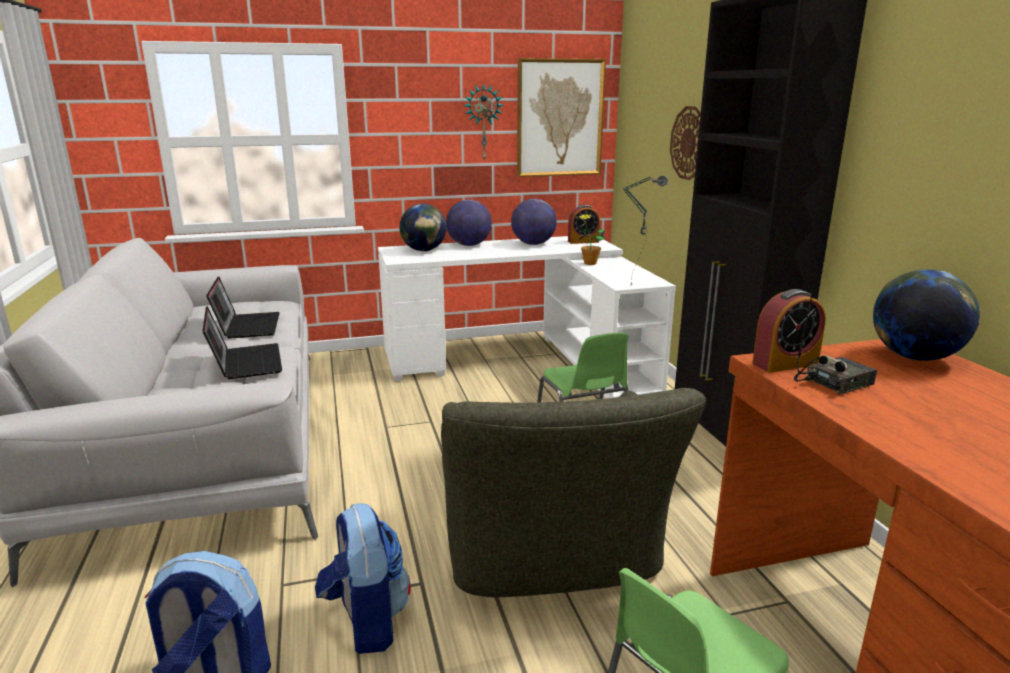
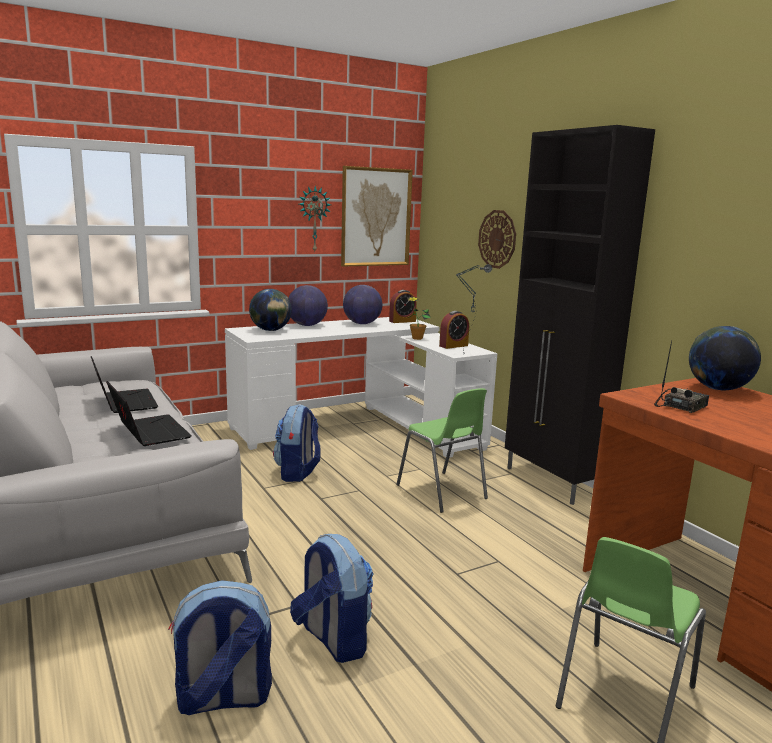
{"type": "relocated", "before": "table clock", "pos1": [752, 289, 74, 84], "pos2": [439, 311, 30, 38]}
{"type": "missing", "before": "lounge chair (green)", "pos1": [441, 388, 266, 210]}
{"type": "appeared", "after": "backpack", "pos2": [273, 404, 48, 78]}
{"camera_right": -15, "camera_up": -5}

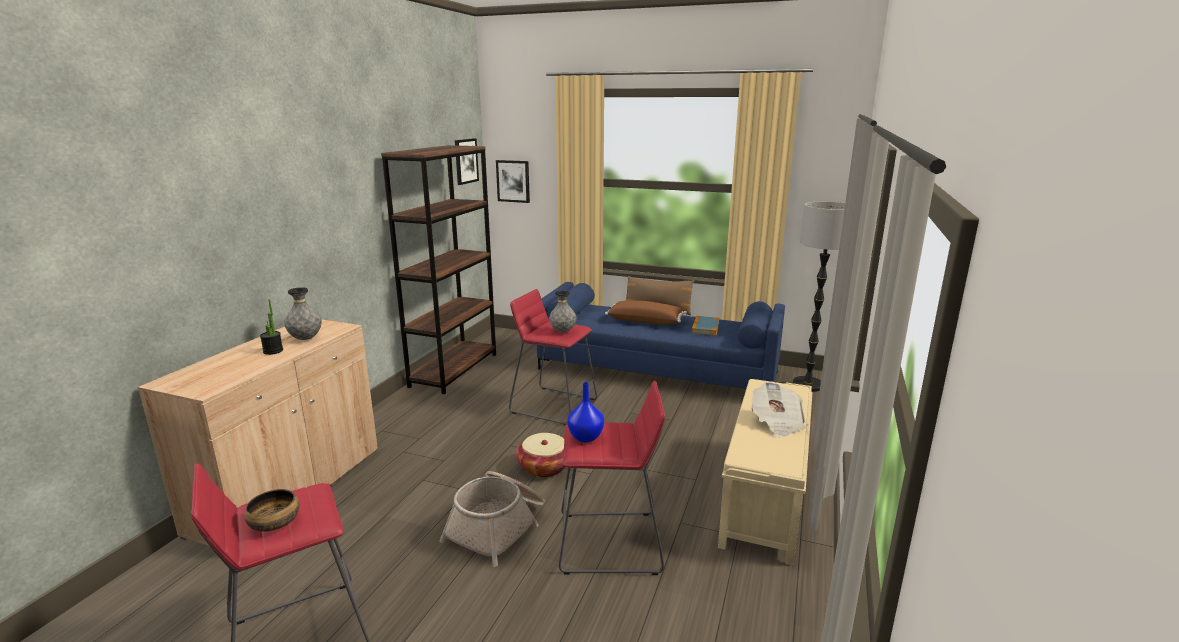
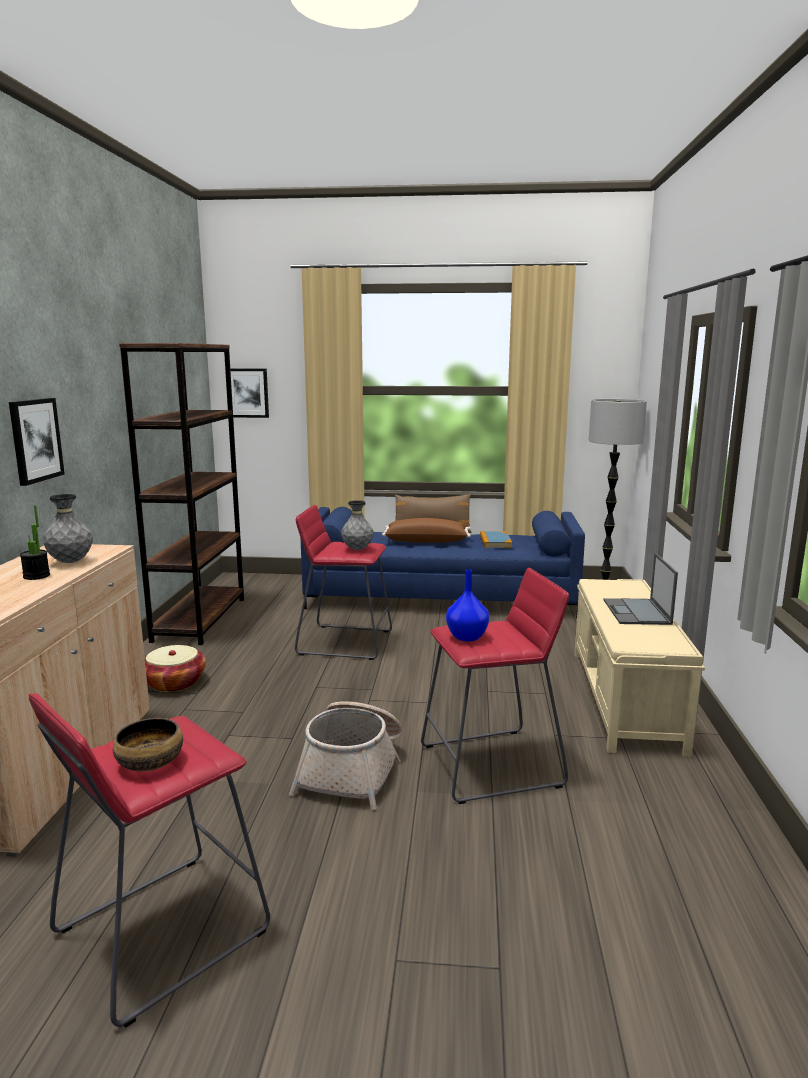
{"type": "relocated", "before": "wall art", "pos1": [455, 138, 24, 47], "pos2": [9, 398, 56, 88]}
{"type": "exchanged", "before": "daily paper", "after": "laptop", "pos1": [751, 382, 55, 56], "pos2": [604, 553, 74, 72]}
{"type": "relocated", "before": "household basket", "pos1": [516, 433, 49, 45], "pos2": [145, 645, 61, 47]}
{"camera_right": -15, "camera_up": -5}

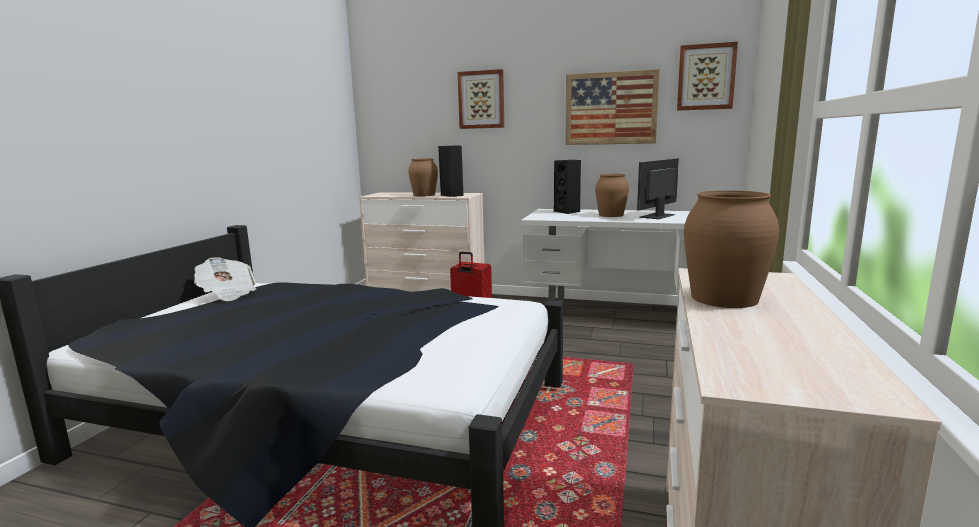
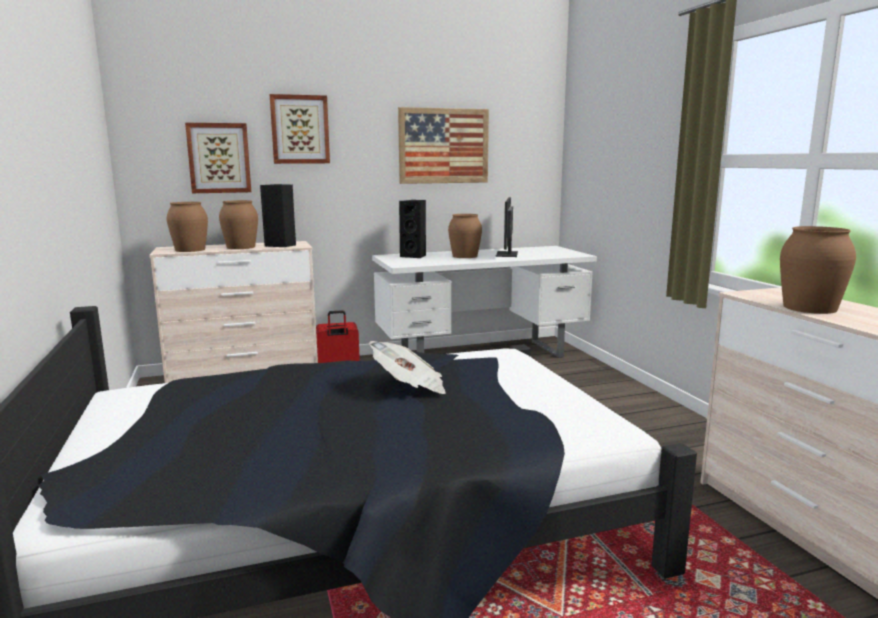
{"type": "relocated", "before": "wall art", "pos1": [677, 42, 61, 69], "pos2": [185, 123, 66, 70]}
{"type": "relocated", "before": "daily paper", "pos1": [194, 257, 62, 44], "pos2": [369, 341, 77, 53]}
{"type": "appeared", "after": "decorative vase (brown)", "pos2": [167, 202, 41, 50]}
{"camera_right": -35, "camera_up": 0}

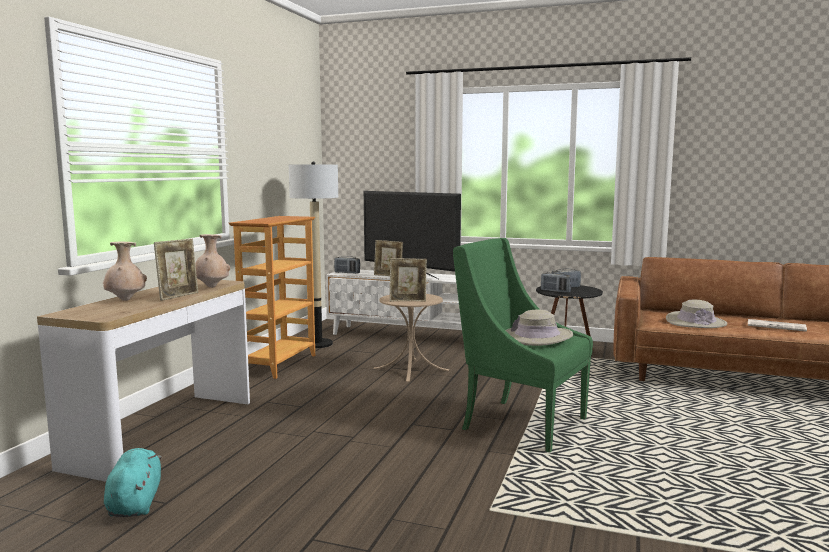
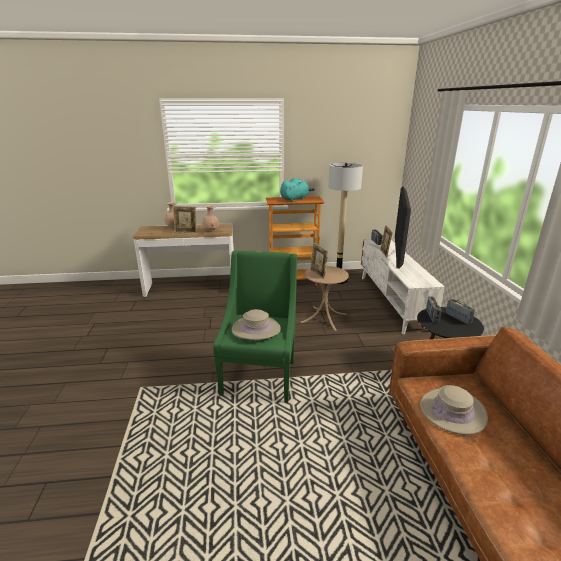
{"type": "missing", "before": "daily paper", "pos1": [748, 319, 59, 13]}
{"type": "relocated", "before": "cuddly toy (blue-green)", "pos1": [104, 448, 58, 69], "pos2": [280, 178, 35, 23]}
{"camera_right": 65, "camera_up": 15}

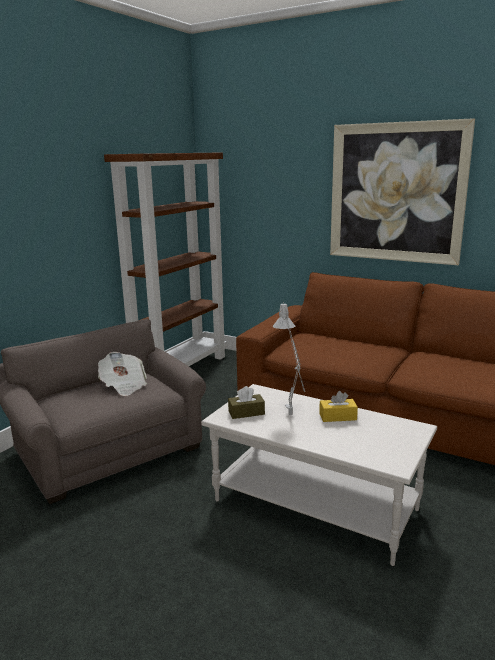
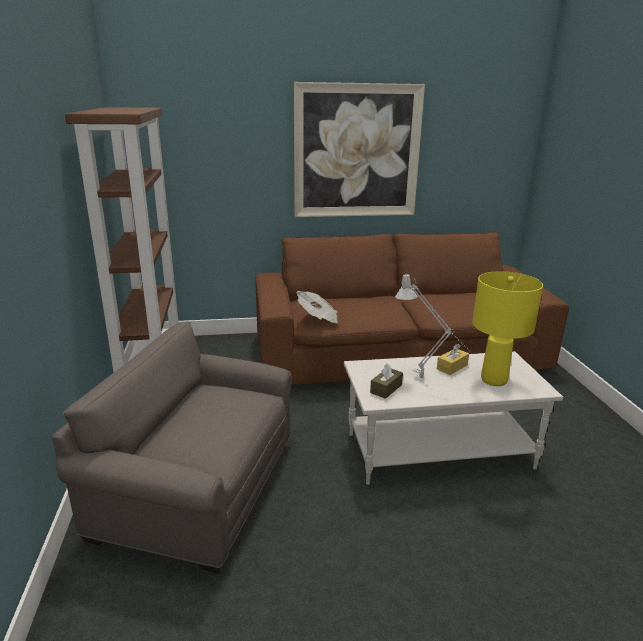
{"type": "relocated", "before": "daily paper", "pos1": [98, 352, 49, 44], "pos2": [296, 291, 42, 33]}
{"type": "appeared", "after": "tabletop lamp (yellow-coloured)", "pos2": [472, 271, 71, 115]}
{"camera_right": -40, "camera_up": 5}

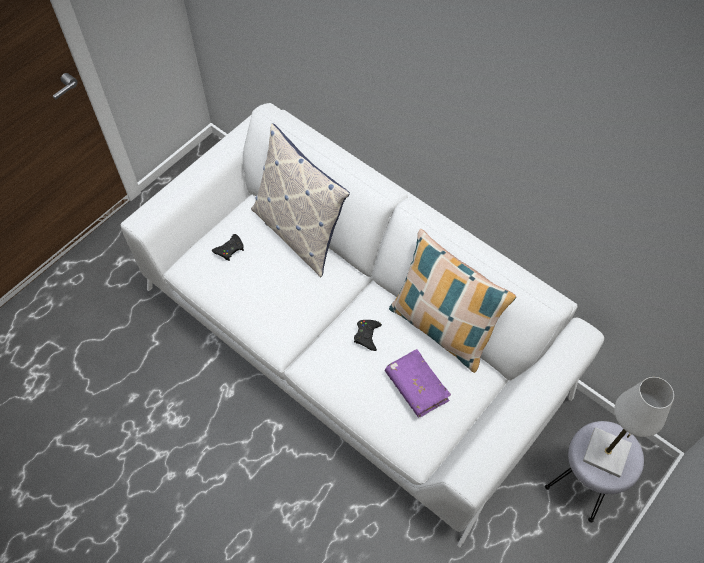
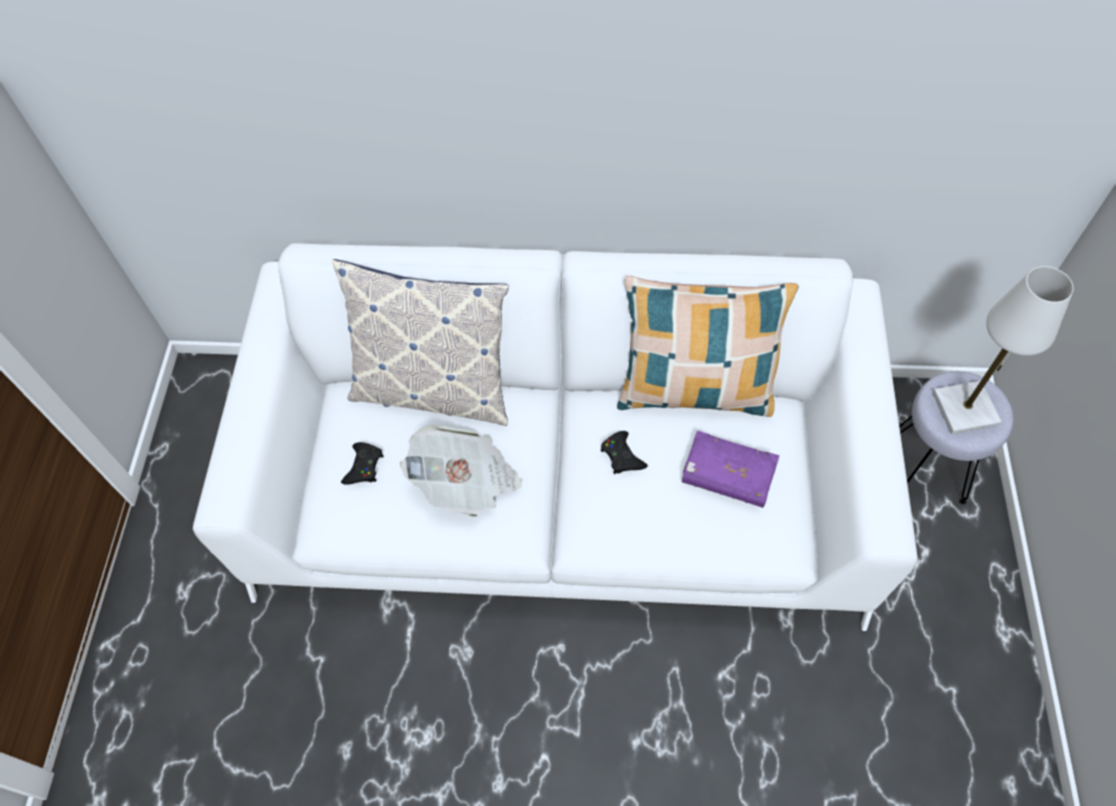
{"type": "appeared", "after": "daily paper", "pos2": [400, 425, 122, 92]}
{"camera_right": -35, "camera_up": 0}

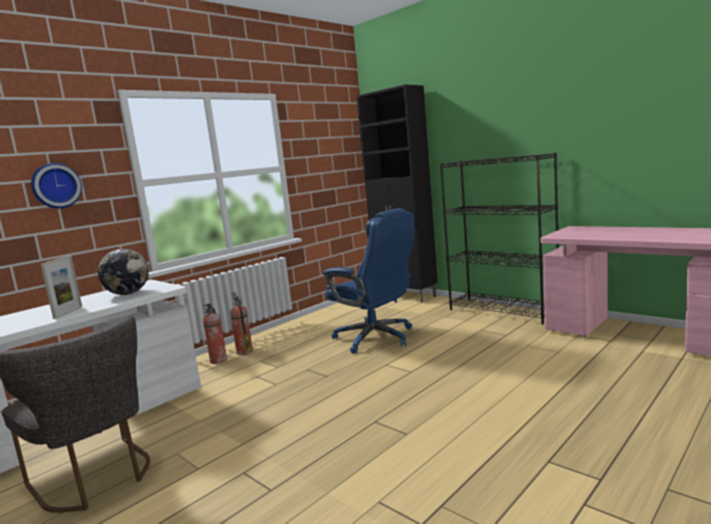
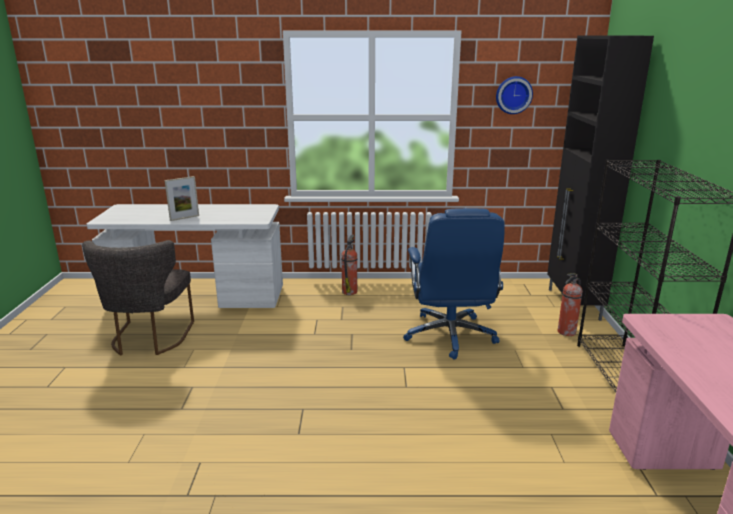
{"type": "relocated", "before": "wall clock", "pos1": [31, 163, 51, 45], "pos2": [496, 76, 37, 38]}
{"type": "missing", "before": "world globe", "pos1": [98, 249, 51, 46]}
{"type": "relocated", "before": "fire extinguisher", "pos1": [203, 303, 24, 61], "pos2": [558, 273, 25, 63]}
{"camera_right": 45, "camera_up": 10}

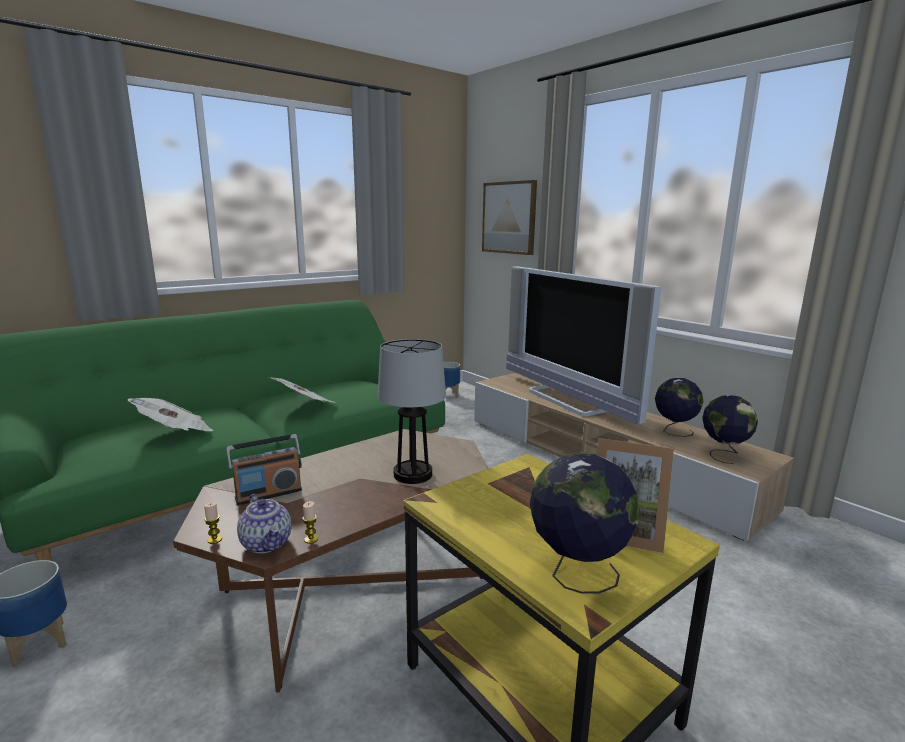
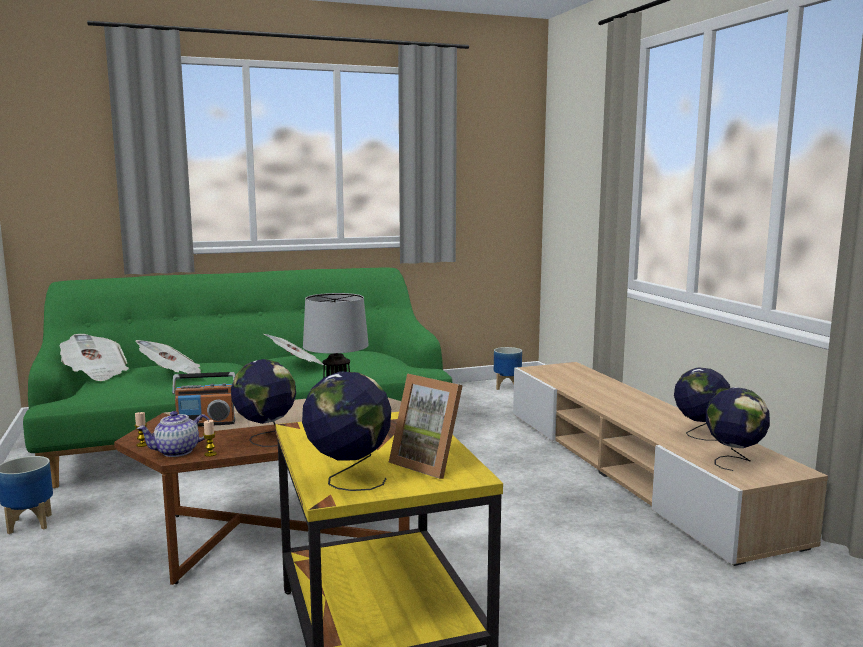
{"type": "missing", "before": "wall art", "pos1": [482, 180, 55, 75]}
{"type": "missing", "before": "TV", "pos1": [506, 266, 156, 158]}
{"type": "spun", "before": "teapot", "pos1": [237, 494, 55, 59], "pos2": [137, 411, 73, 46], "turn": 75}
{"type": "appeared", "after": "daily paper", "pos2": [59, 334, 70, 47]}
{"type": "appeared", "after": "world globe", "pos2": [231, 359, 65, 88]}
{"camera_right": 20, "camera_up": -5}

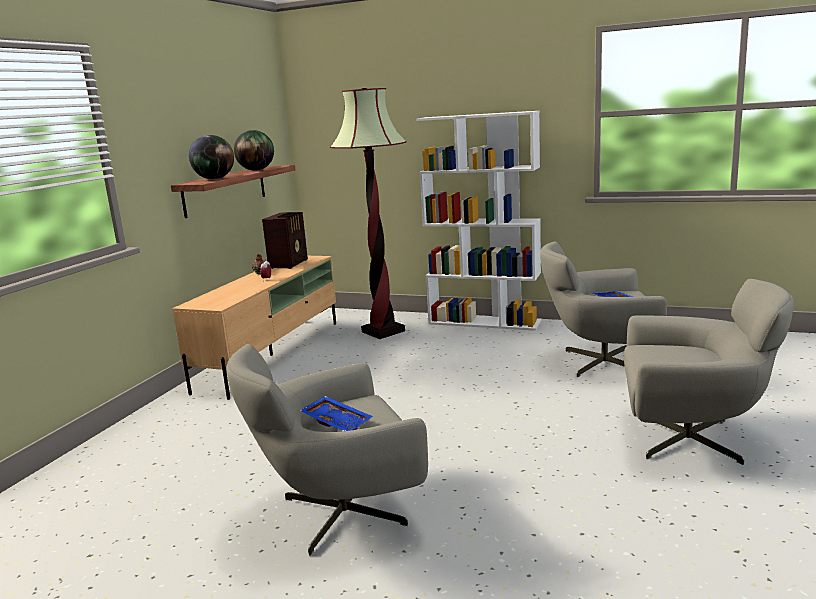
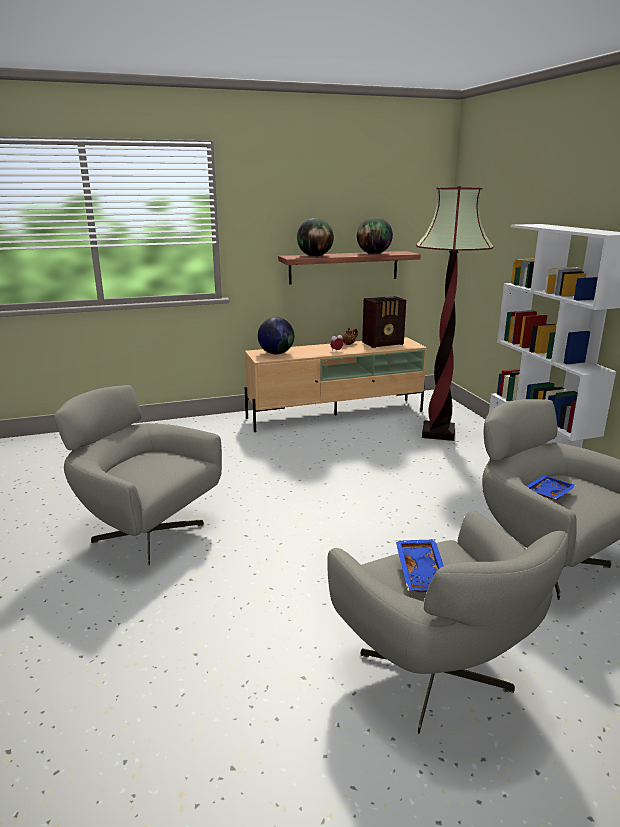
{"type": "relocated", "before": "carrying tray (bluish)", "pos1": [299, 396, 74, 35], "pos2": [396, 539, 48, 53]}
{"type": "appeared", "after": "world globe", "pos2": [258, 317, 36, 37]}
{"camera_right": 50, "camera_up": 5}

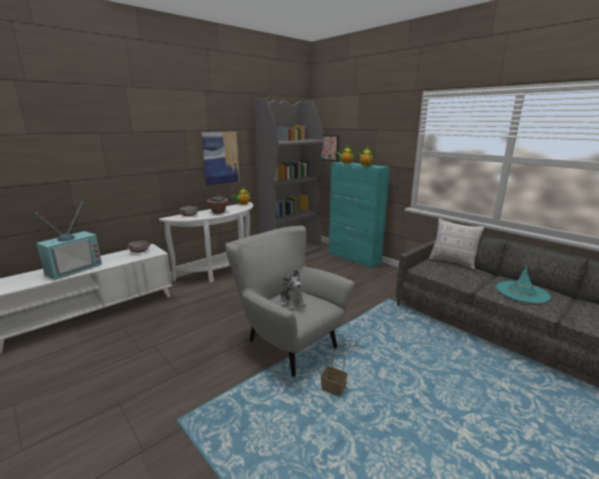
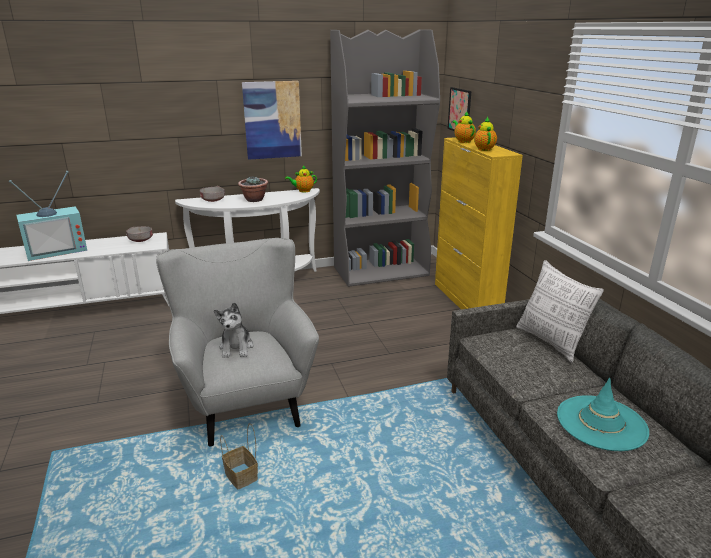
{"type": "colour", "before": "cabinet (blue-green)", "after": "cabinet (yellow-coloured)", "pos1": [329, 162, 61, 106], "pos2": [435, 137, 88, 172]}
{"camera_right": 25, "camera_up": 5}

